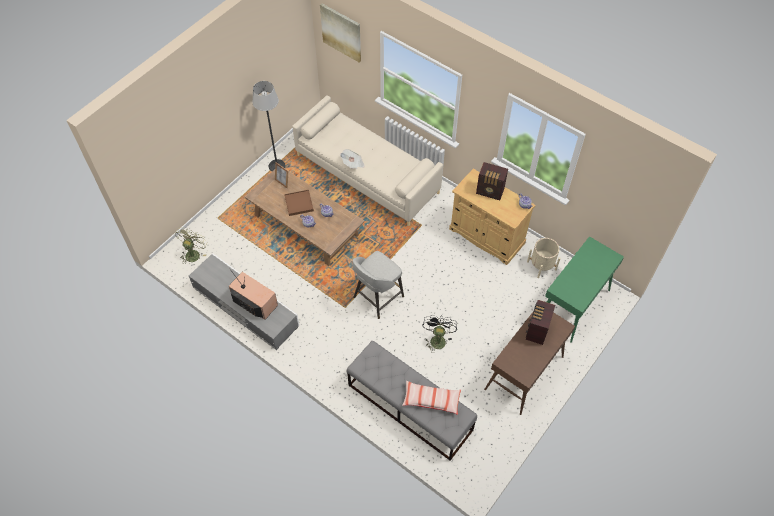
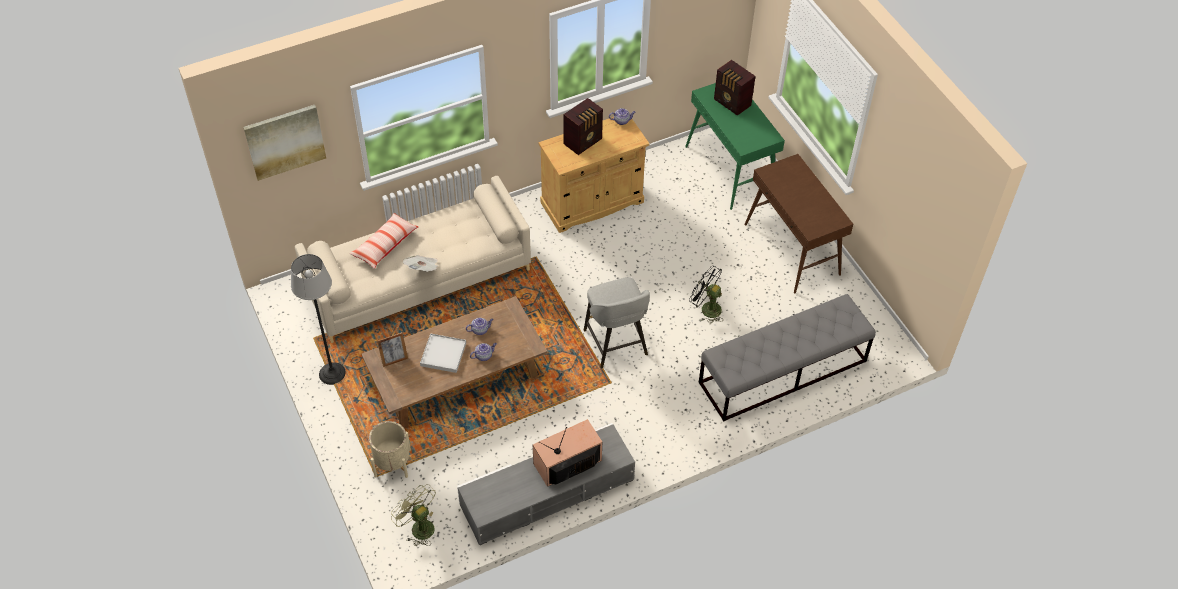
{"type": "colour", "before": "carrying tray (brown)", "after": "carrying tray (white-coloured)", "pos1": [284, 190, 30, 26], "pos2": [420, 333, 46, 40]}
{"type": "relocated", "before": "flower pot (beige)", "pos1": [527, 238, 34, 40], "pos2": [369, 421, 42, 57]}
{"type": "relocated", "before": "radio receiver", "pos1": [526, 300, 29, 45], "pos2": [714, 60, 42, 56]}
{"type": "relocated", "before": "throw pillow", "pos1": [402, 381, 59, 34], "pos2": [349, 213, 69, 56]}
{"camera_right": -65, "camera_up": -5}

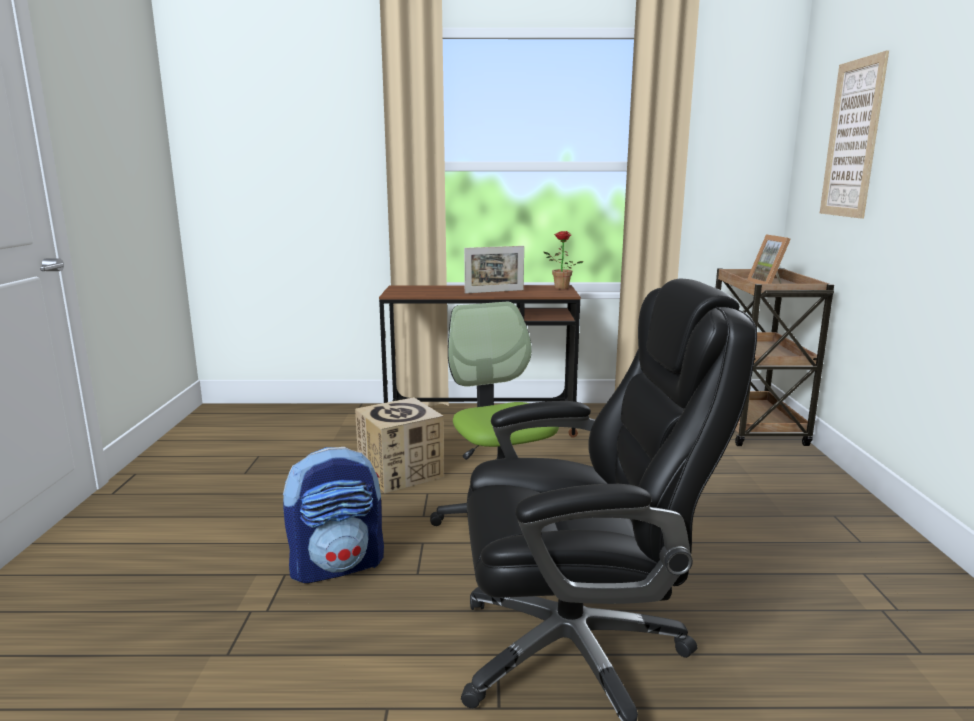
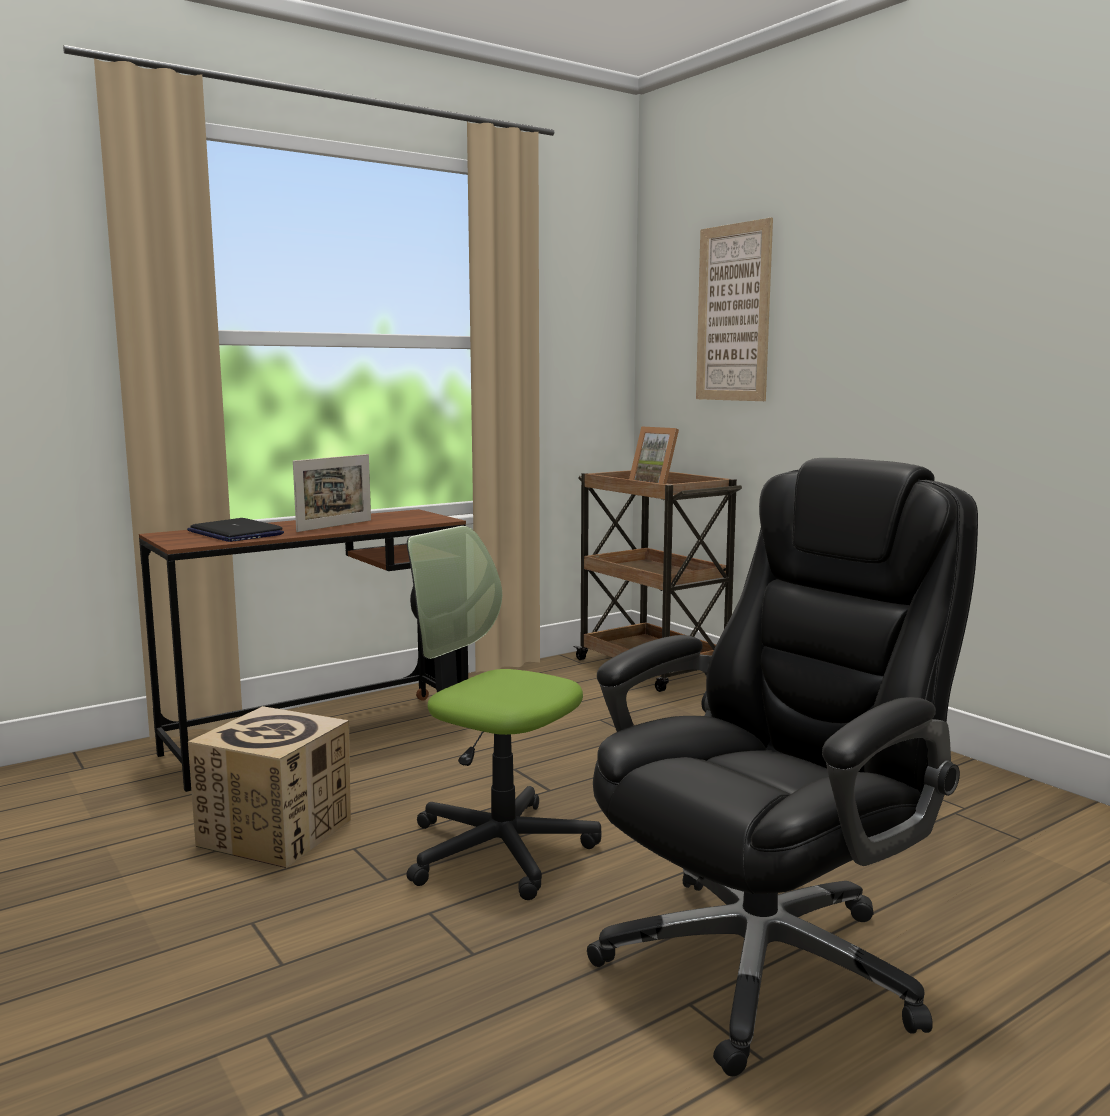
{"type": "missing", "before": "plant in a pot", "pos1": [543, 231, 41, 59]}
{"type": "missing", "before": "backpack", "pos1": [283, 447, 101, 136]}
{"type": "appeared", "after": "laptop", "pos2": [187, 518, 97, 24]}
{"camera_right": -35, "camera_up": -5}

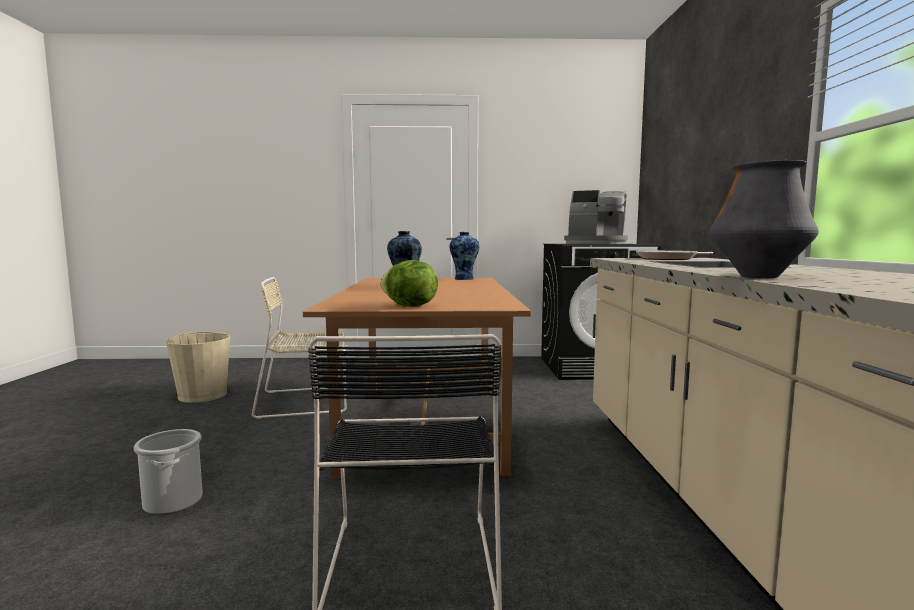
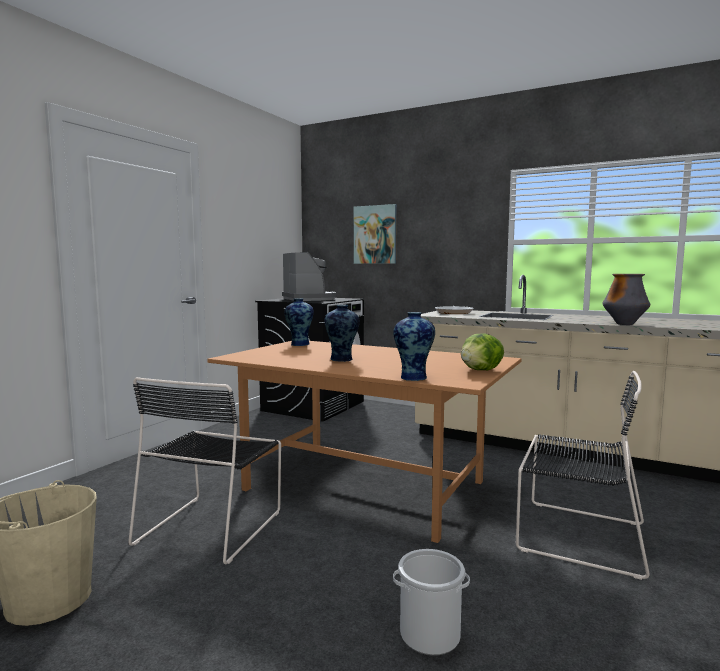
{"type": "spun", "before": "coffee brewer", "pos1": [564, 190, 64, 54], "pos2": [282, 252, 54, 49], "turn": -75}
{"type": "colour", "before": "upright chair (beige)", "after": "upright chair (black)", "pos1": [252, 277, 95, 142], "pos2": [128, 377, 153, 187]}
{"type": "appeared", "after": "wall art", "pos2": [354, 204, 43, 60]}
{"type": "appeared", "after": "decorative vase", "pos2": [393, 312, 42, 69]}
{"camera_right": -60, "camera_up": 0}

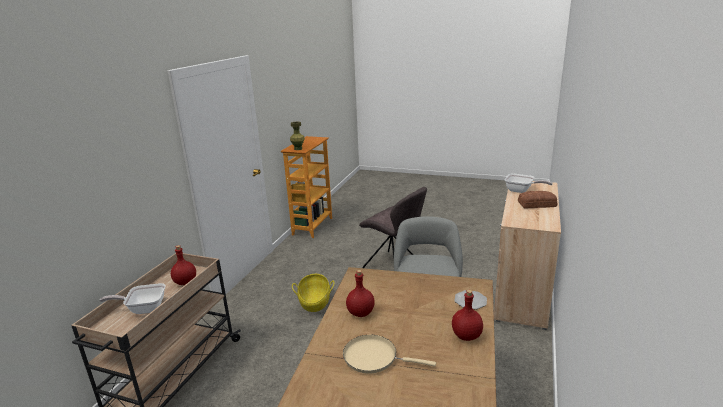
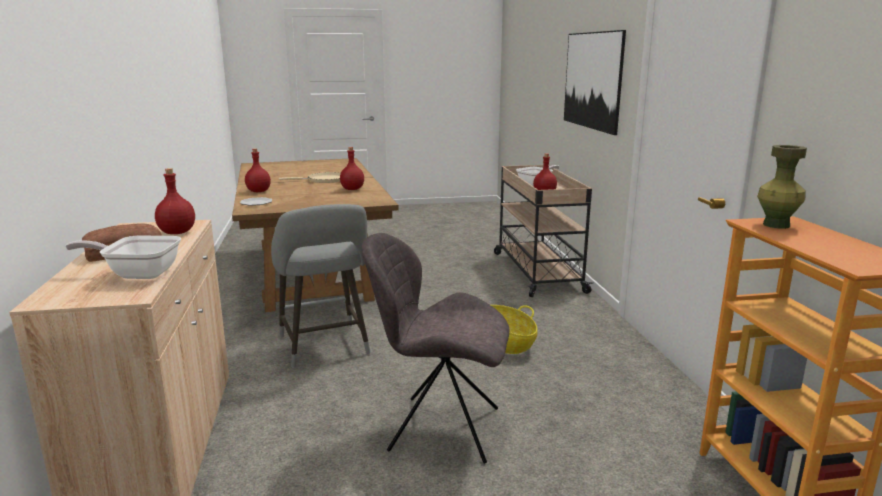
{"type": "appeared", "after": "wall art", "pos2": [564, 30, 62, 105]}
{"type": "appeared", "after": "beverage bottle (red)", "pos2": [155, 168, 40, 66]}
{"camera_right": 150, "camera_up": -5}

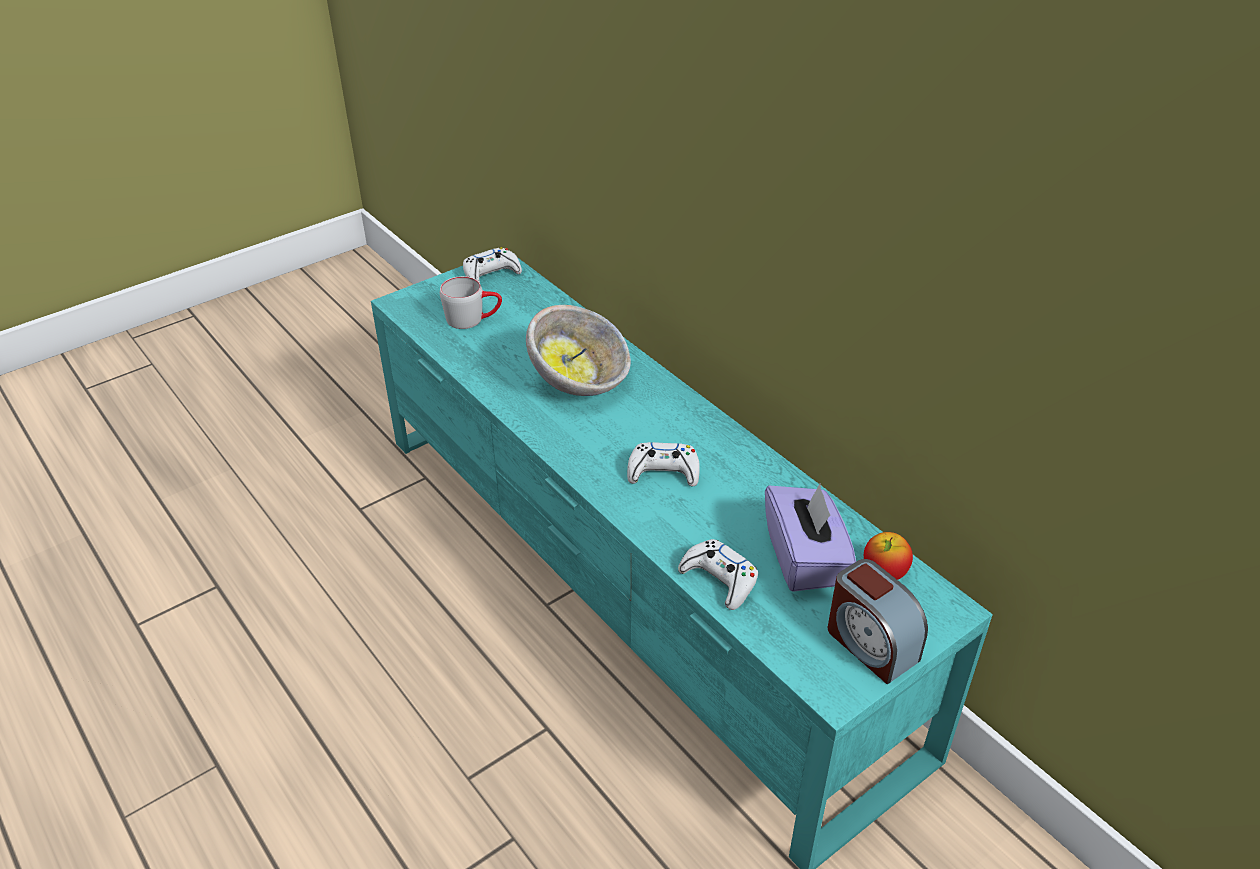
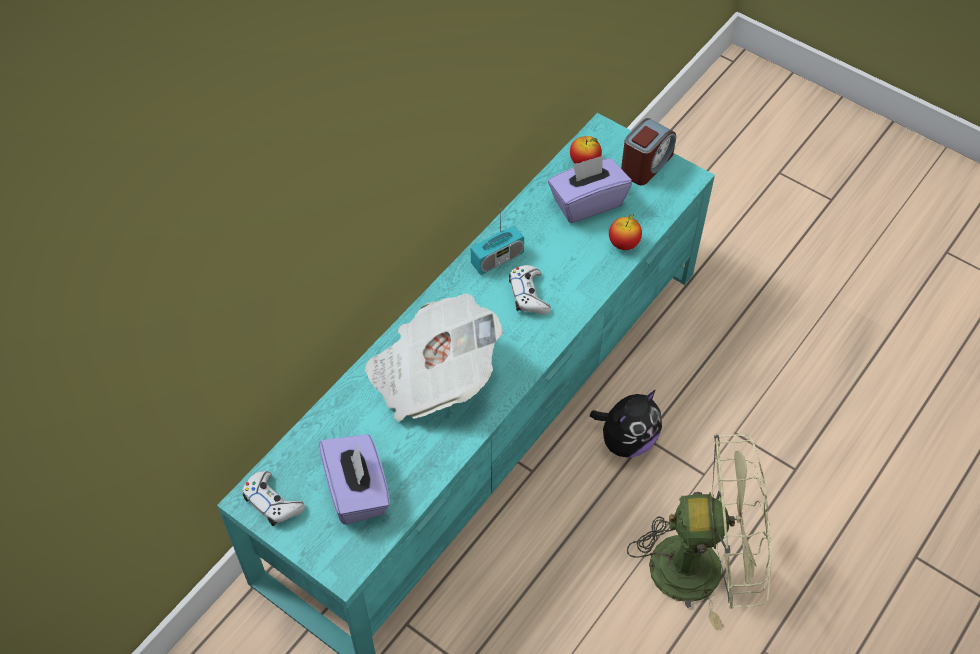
{"type": "exchanged", "before": "coffee mug (grey)", "after": "tissue box (purplish)", "pos1": [440, 276, 62, 53], "pos2": [319, 434, 71, 91]}
{"type": "exchanged", "before": "deep dish", "after": "daily paper", "pos1": [526, 305, 105, 91], "pos2": [365, 294, 138, 128]}
{"type": "exchanged", "before": "game controller (white-coloured)", "after": "apple", "pos1": [678, 539, 80, 71], "pos2": [609, 214, 33, 36]}
{"type": "appeared", "after": "radio receiver", "pos2": [471, 213, 53, 62]}
{"type": "appeared", "after": "cuddly toy", "pos2": [590, 390, 72, 68]}
{"type": "appeared", "after": "fan (green)", "pos2": [627, 434, 145, 196]}
{"camera_right": -105, "camera_up": 15}

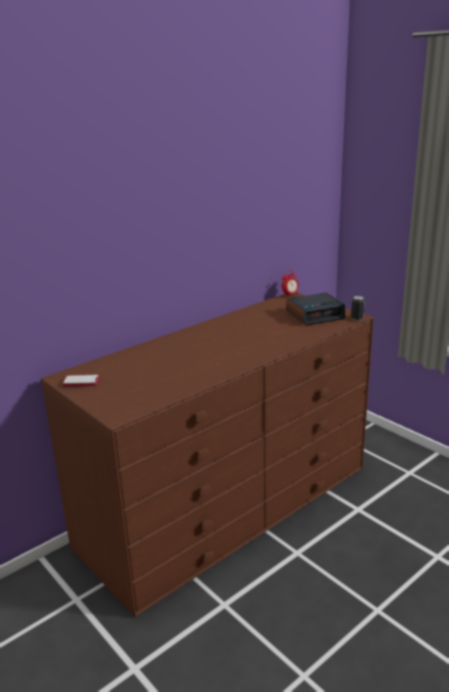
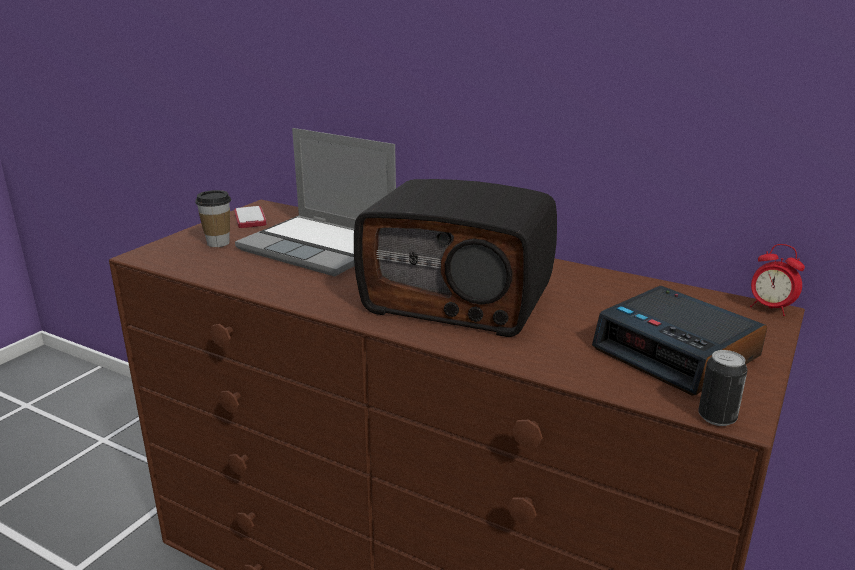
{"type": "appeared", "after": "laptop", "pos2": [235, 128, 161, 149]}
{"type": "appeared", "after": "radio receiver", "pos2": [354, 179, 203, 158]}
{"type": "appeared", "after": "cup", "pos2": [195, 190, 36, 57]}
{"camera_right": 70, "camera_up": 0}

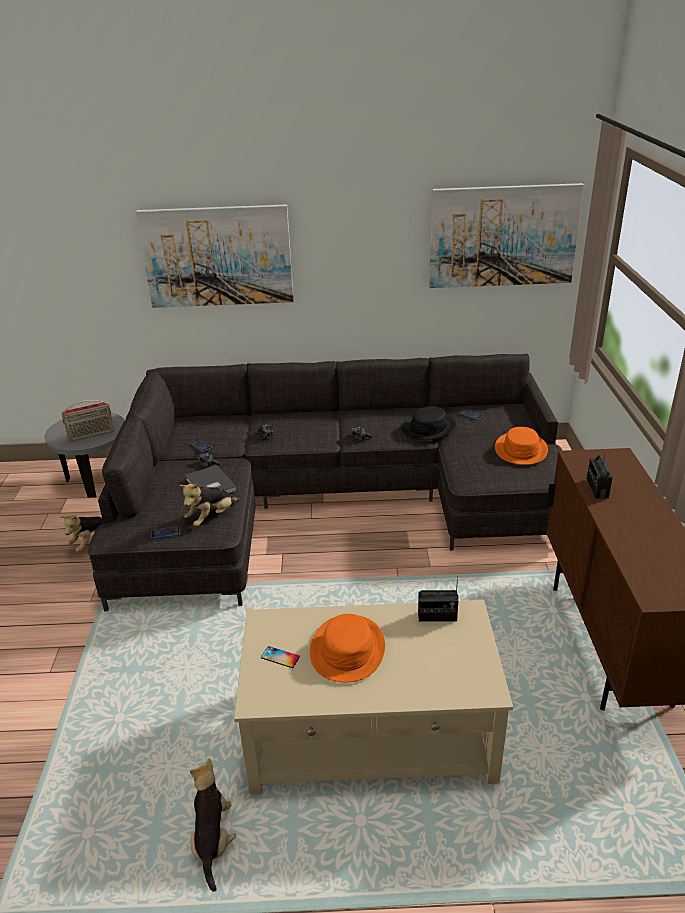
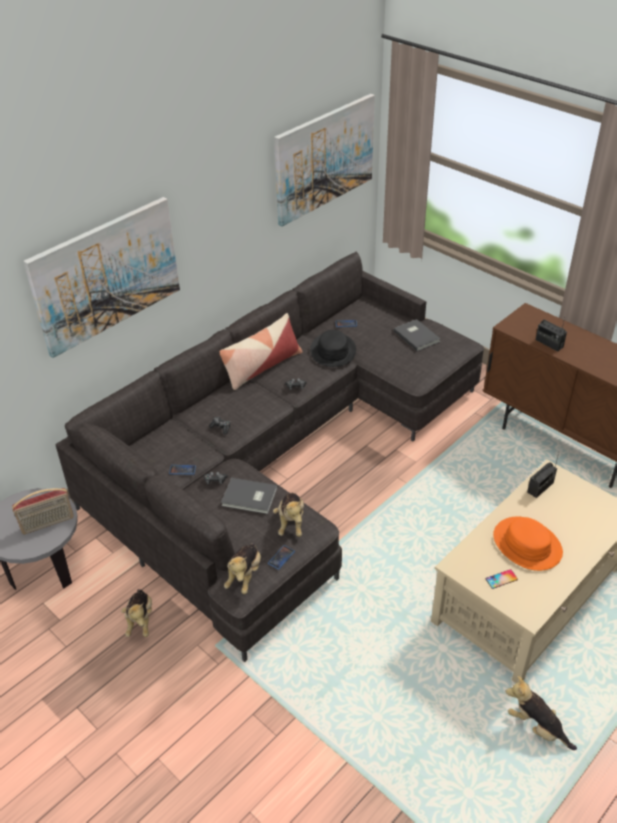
{"type": "spun", "before": "radio receiver", "pos1": [62, 400, 52, 42], "pos2": [12, 488, 62, 46], "turn": 45}
{"type": "exchanged", "before": "wearable hat (orange)", "after": "volume (grey)", "pos1": [495, 427, 53, 38], "pos2": [394, 319, 47, 32]}
{"type": "appeared", "after": "throw pillow", "pos2": [220, 313, 83, 77]}
{"type": "appeared", "after": "cuddly toy", "pos2": [224, 543, 37, 51]}
{"camera_right": -45, "camera_up": 10}

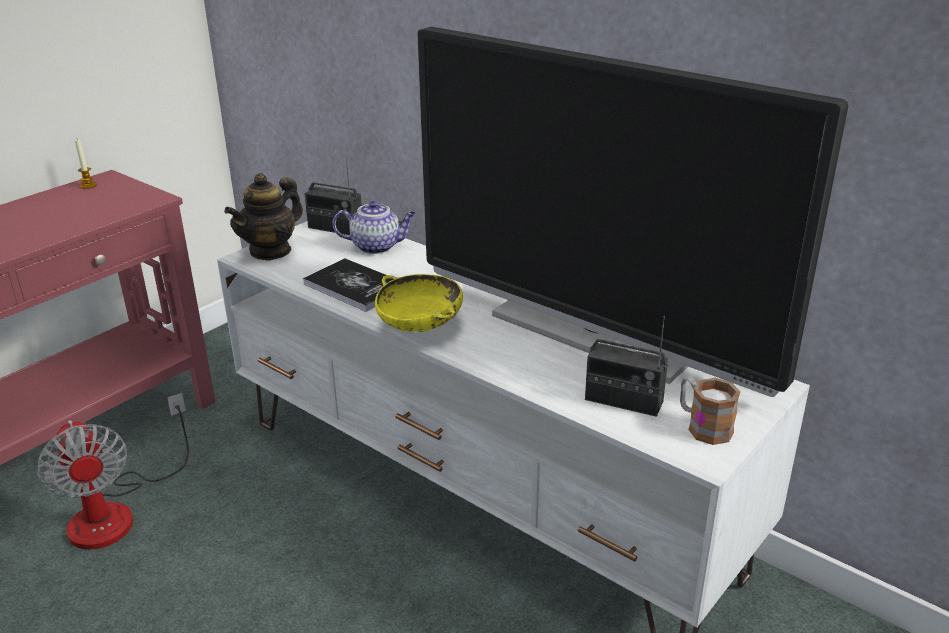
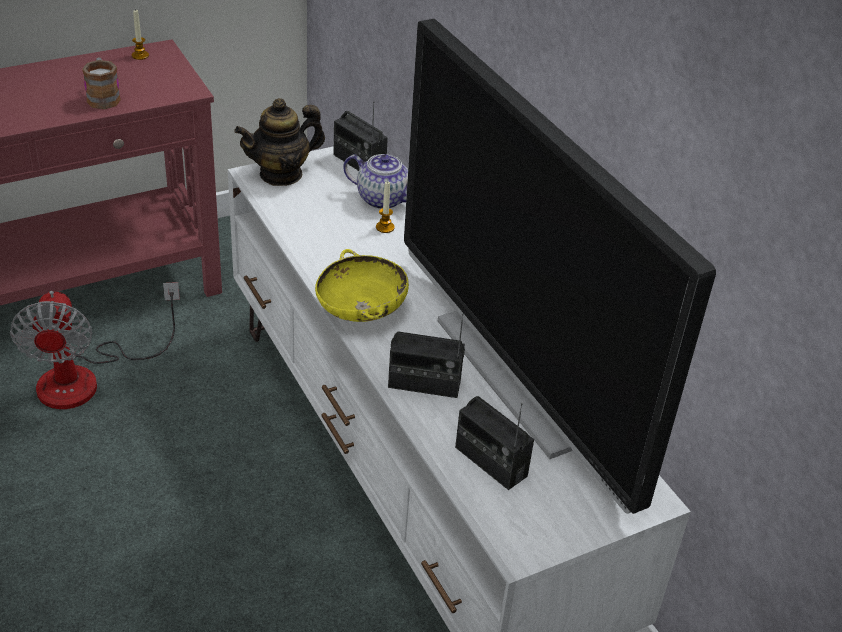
{"type": "missing", "before": "volume", "pos1": [303, 258, 91, 54]}
{"type": "relocated", "before": "coffee mug", "pos1": [680, 377, 60, 68], "pos2": [82, 57, 39, 52]}
{"type": "appeared", "after": "wax candle", "pos2": [376, 181, 19, 52]}
{"type": "appeared", "after": "radio receiver", "pos2": [388, 314, 77, 84]}
{"camera_right": 20, "camera_up": 10}

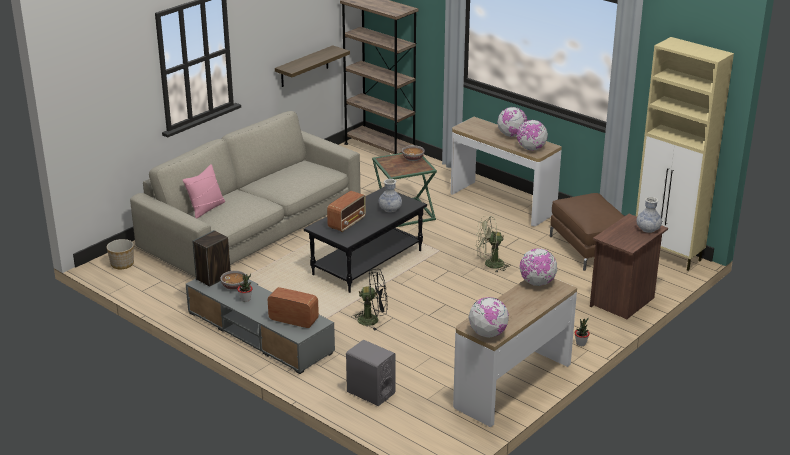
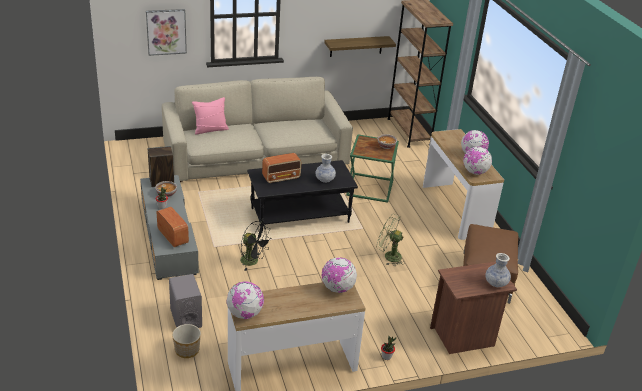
{"type": "missing", "before": "cabinet (beige)", "pos1": [636, 37, 98, 234]}
{"type": "relocated", "before": "flower pot", "pos1": [107, 239, 27, 30], "pos2": [172, 324, 29, 34]}
{"type": "appeared", "after": "wall art", "pos2": [146, 9, 41, 47]}
{"camera_right": 30, "camera_up": 5}

